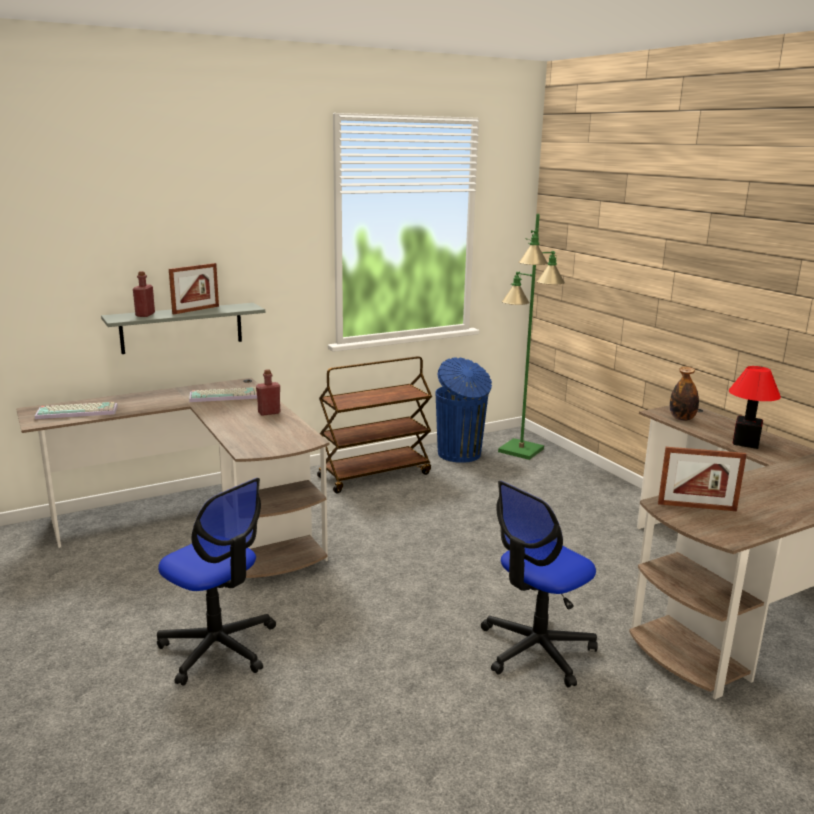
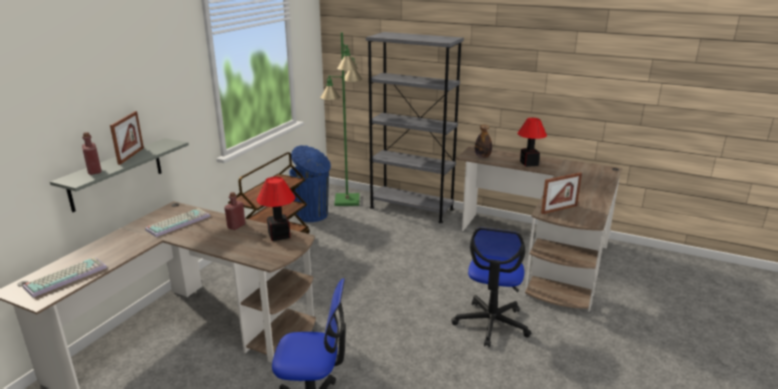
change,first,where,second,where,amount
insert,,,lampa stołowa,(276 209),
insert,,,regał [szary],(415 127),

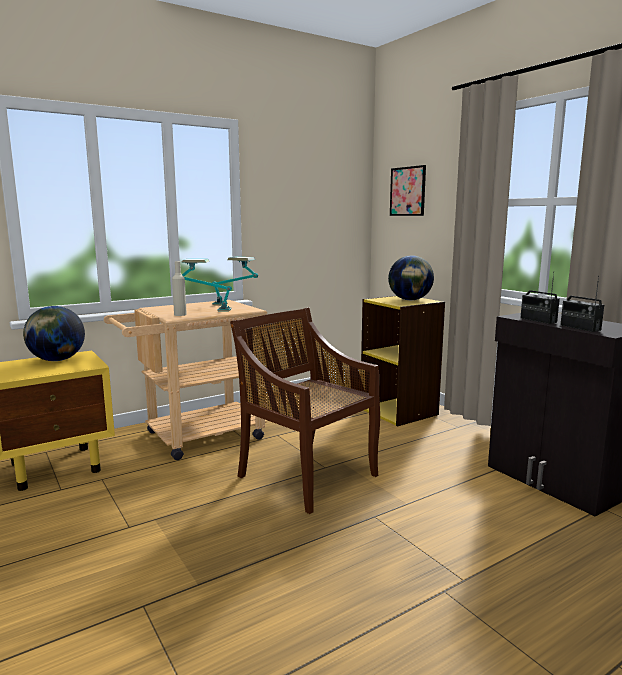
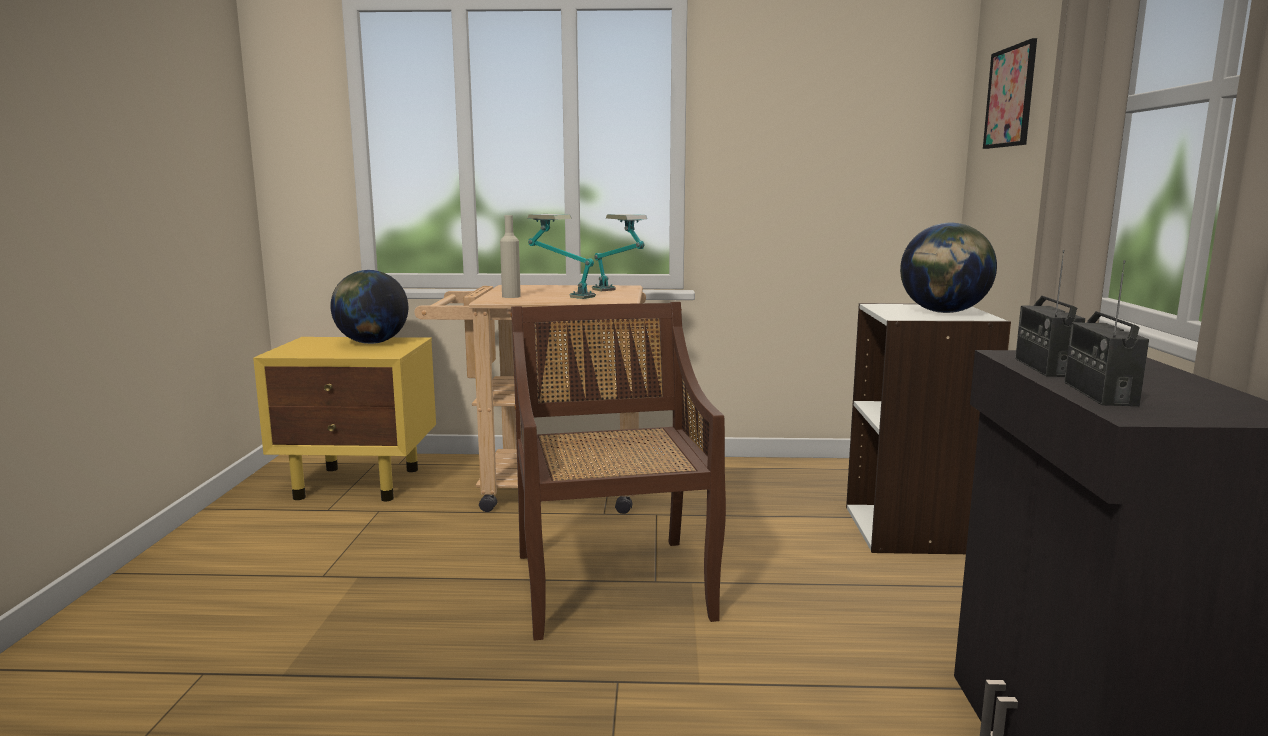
change,first,where,second,where,amount
recolor,regał [żółty],(403 361),regał [biały],(928 428),

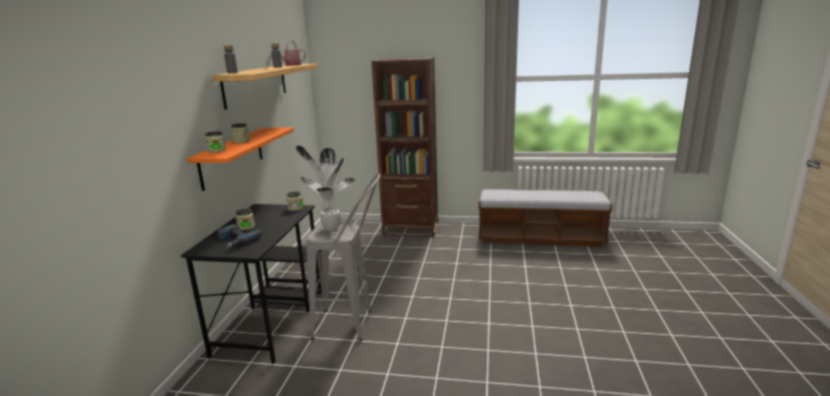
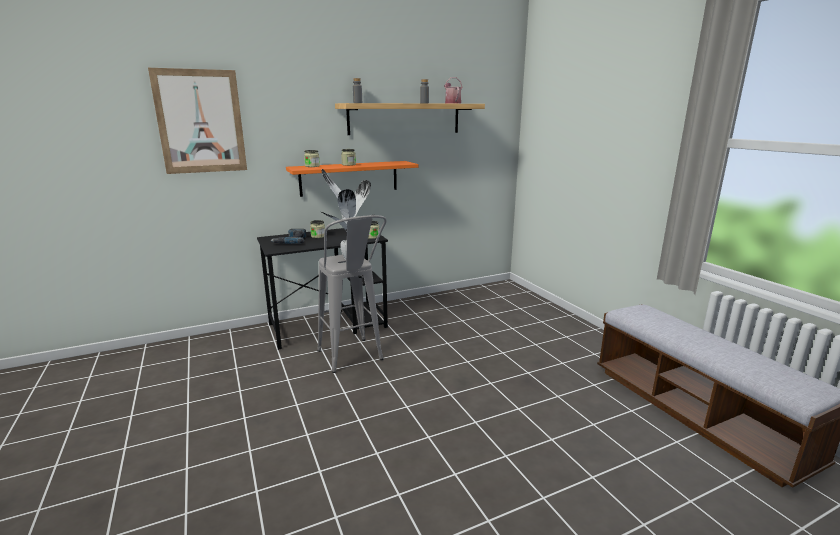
change,first,where,second,where,amount
delete,regał [brązowy],(404 147),,,
insert,,,obraz,(197 121),

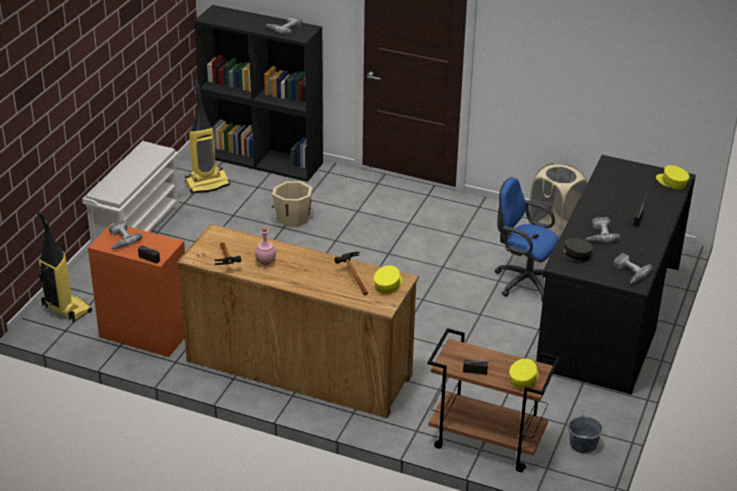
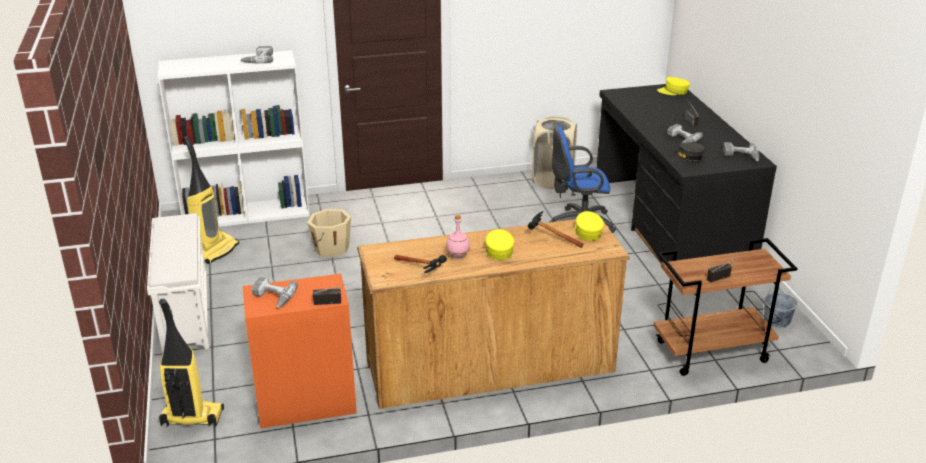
change,first,where,second,where,amount
recolor,regał [czarny],(258 93),regał [biały],(234 138),
move,czapka z daszkiem [żółty],(523 374),,(500 244),

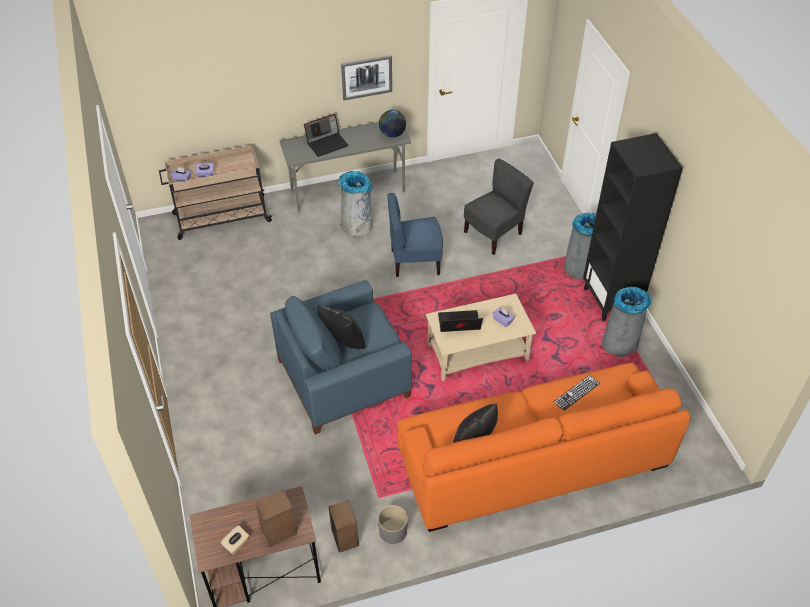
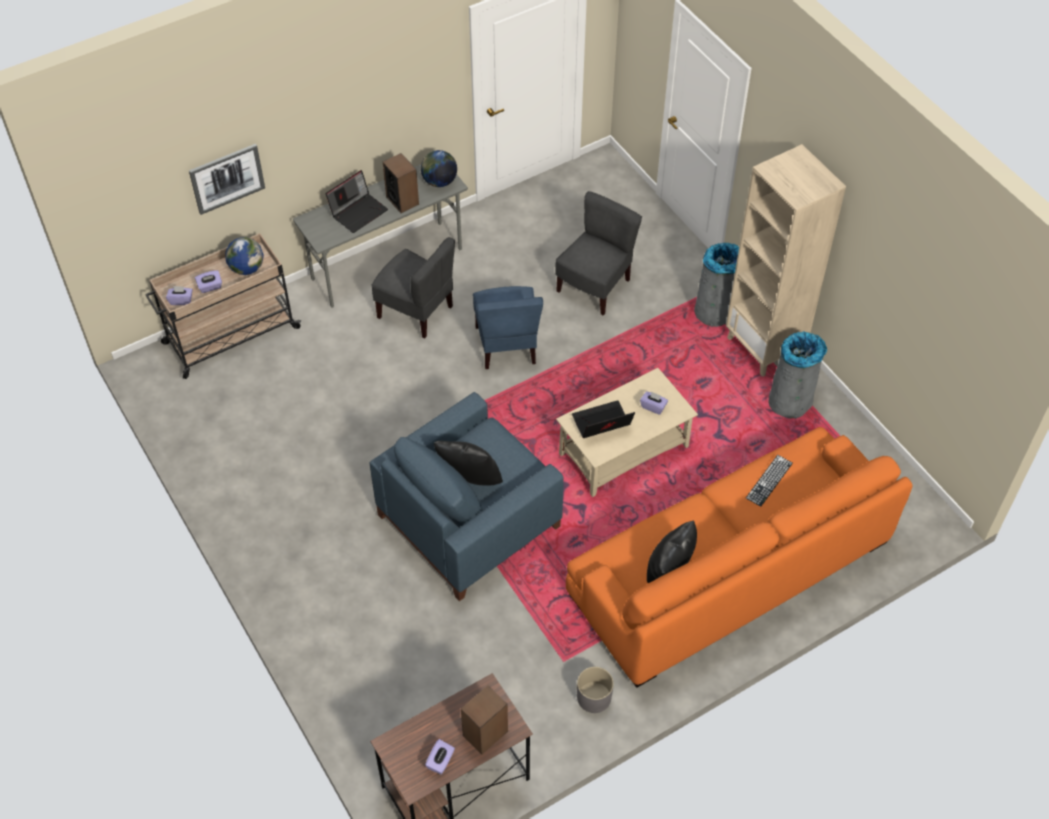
change,first,where,second,where,amount
recolor,pudełko chusteczek [beżowy],(235 539),pudełko chusteczek [fioletowy],(440 757),
move,głośnik,(343 526),,(401 183),
replace,kosz na śmieci [szary],(355 204),krzesło [szary],(413 287),
move,obraz,(366 77),,(227 179),
rotate,krzesło [niebieski],(415 235),,(508 327),75 degrees counterclockwise
recolor,regał [czarny],(633 227),regał [beżowy],(786 260),
insert,,,globus,(244 256),

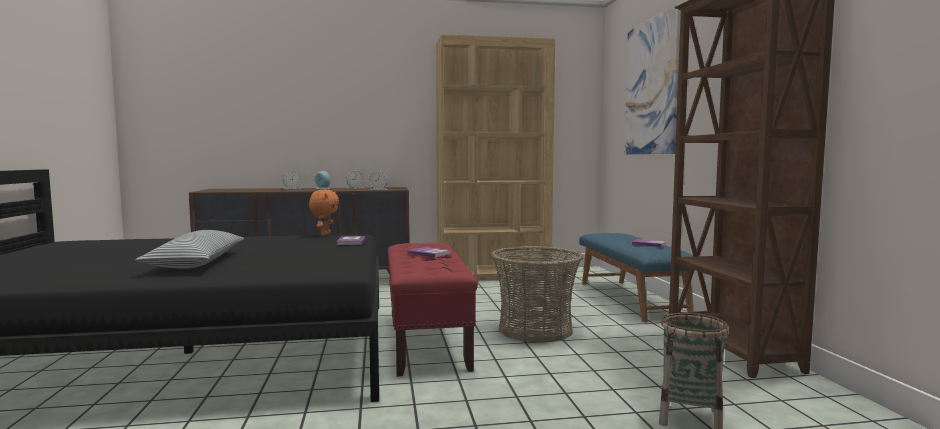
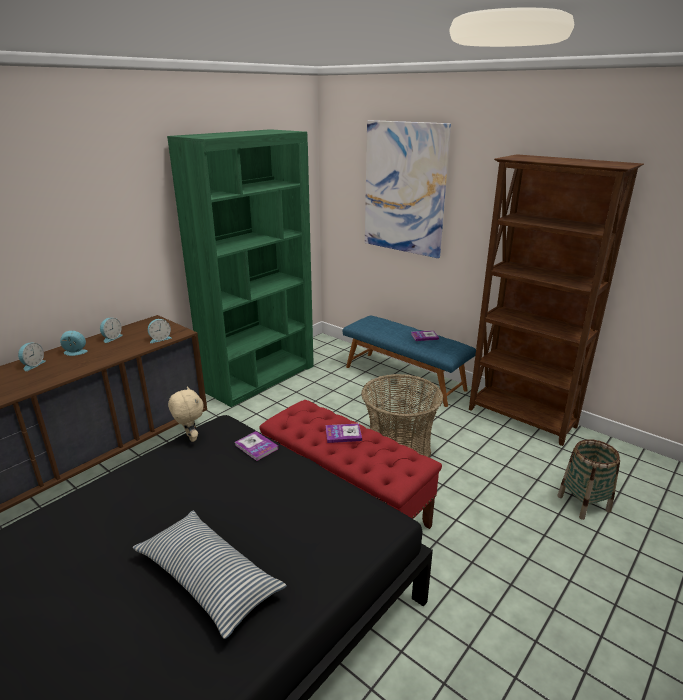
change,first,where,second,where,amount
recolor,pluszak [pomarańczowy],(324 212),pluszak [beżowy],(186 414),
recolor,regał [brązowy],(495 157),regał [zielony],(240 268),

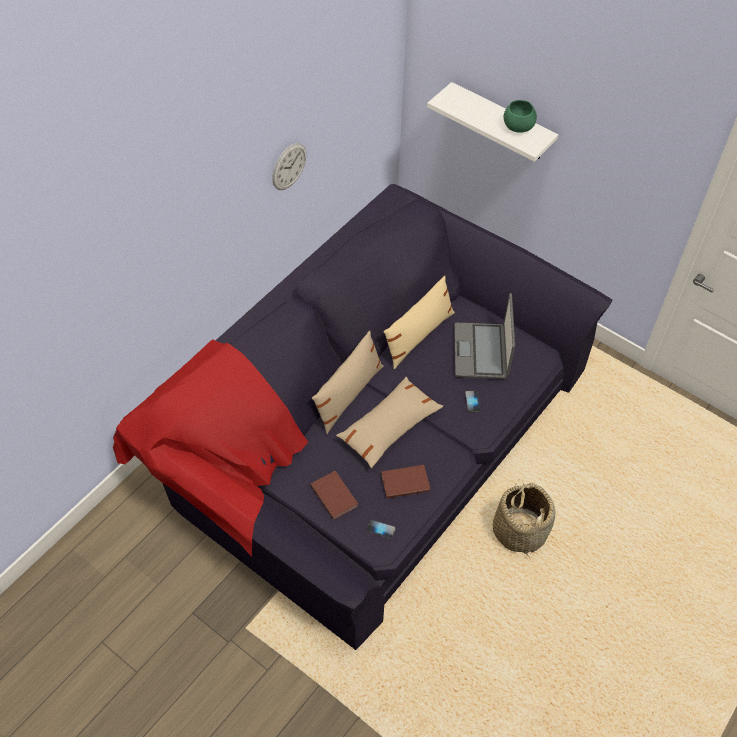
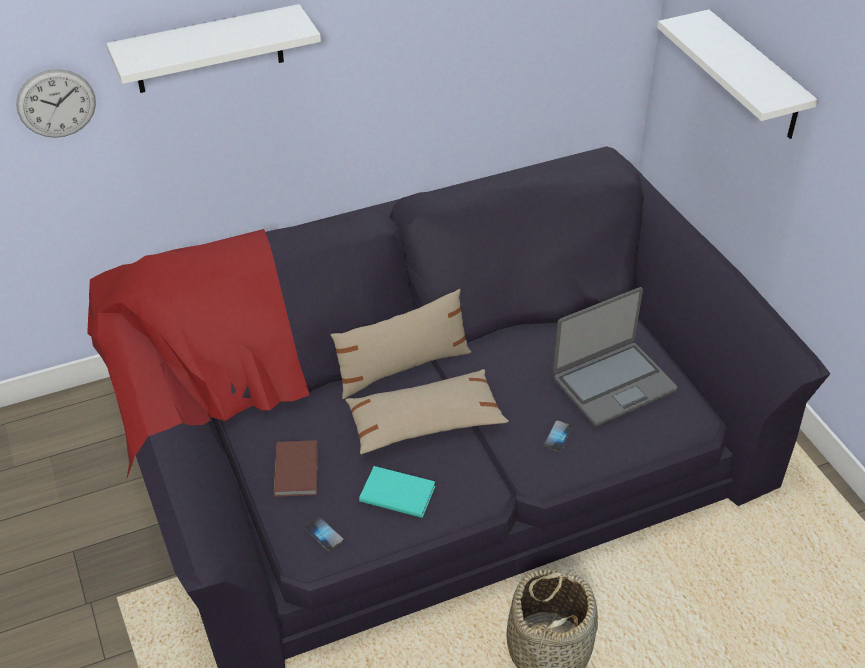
change,first,where,second,where,amount
move,zegar ścienny,(289 166),,(56 103),
recolor,książka [brązowy],(406 481),książka [turkusowy],(397 492),
delete,poduszka [beżowy],(419 322),,,
rotate,laptop,(484 336),,(615 356),150 degrees counterclockwise
delete,miska [zielony],(520 116),,,
insert,,,półka [biały],(213 48),

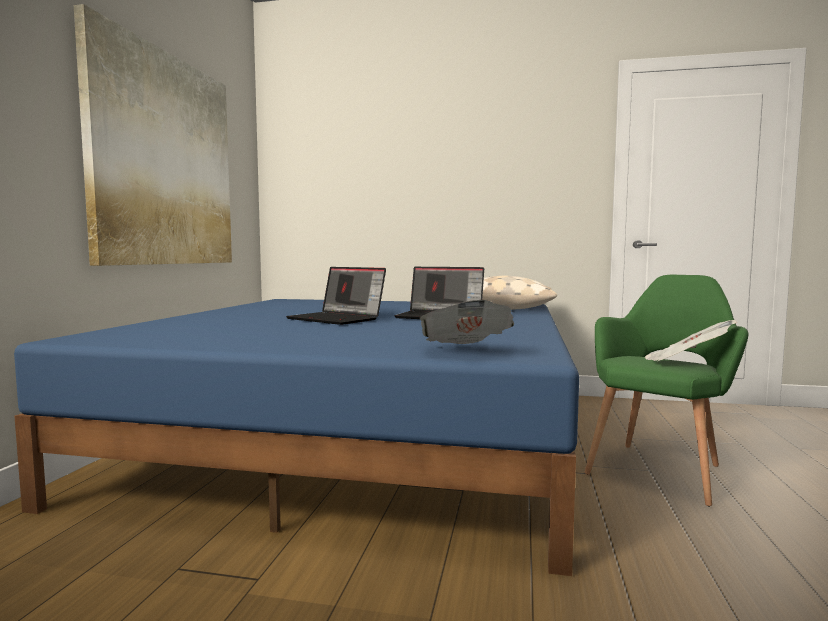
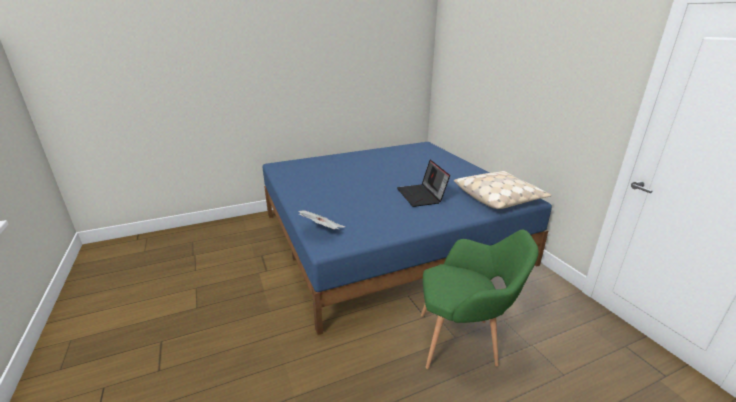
change,first,where,second,where,amount
delete,obraz,(153 135),,,
delete,laptop,(336 296),,,
delete,gazeta,(690 340),,,

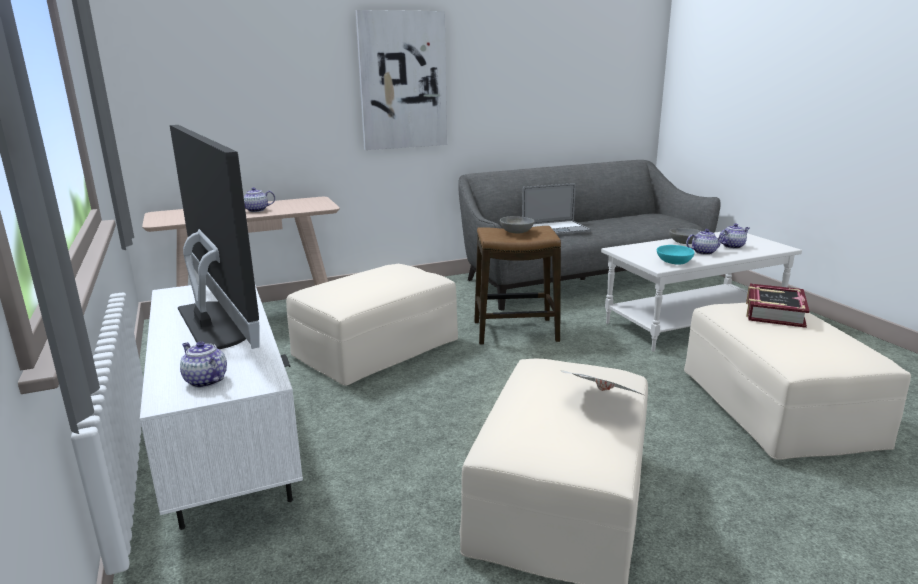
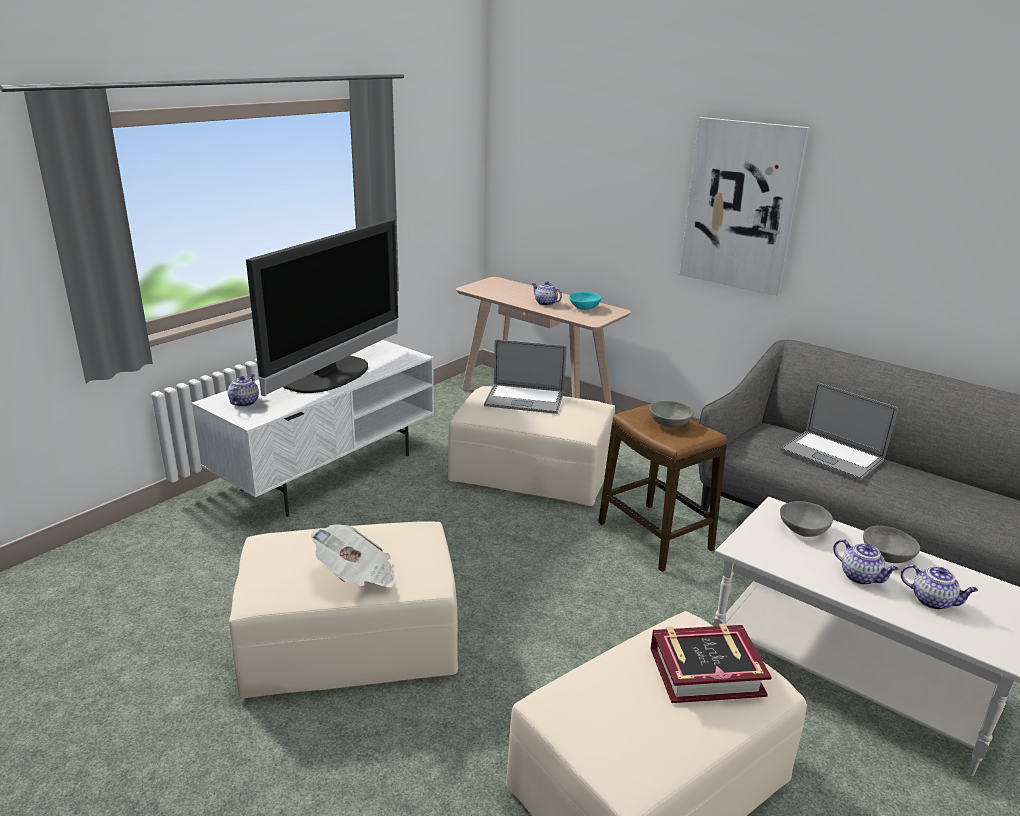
change,first,where,second,where,amount
move,miska [turkusowy],(676 255),,(585 301),
insert,,,laptop,(525 376),
insert,,,miska [szary],(806 519),

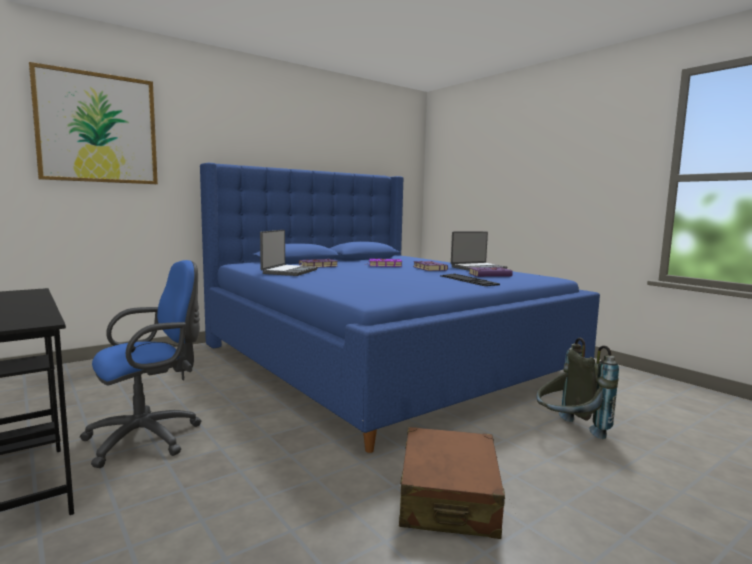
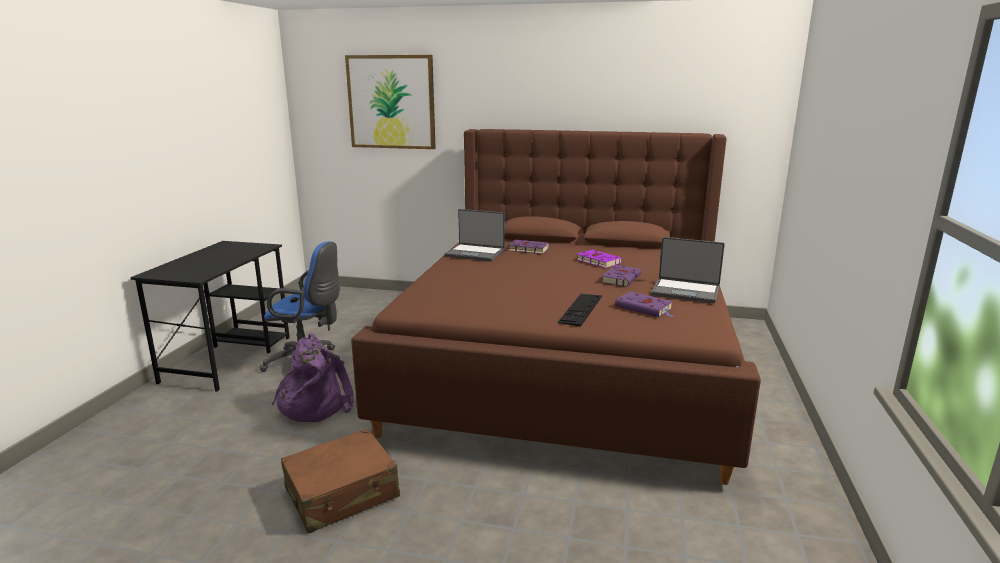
change,first,where,second,where,amount
recolor,łóżko [niebieski],(400 308),łóżko [brązowy],(556 307),
rotate,laptop,(289 253),,(474 235),45 degrees clockwise
delete,plecak [szary],(577 388),,,
insert,,,plecak [fioletowy],(313 377),

